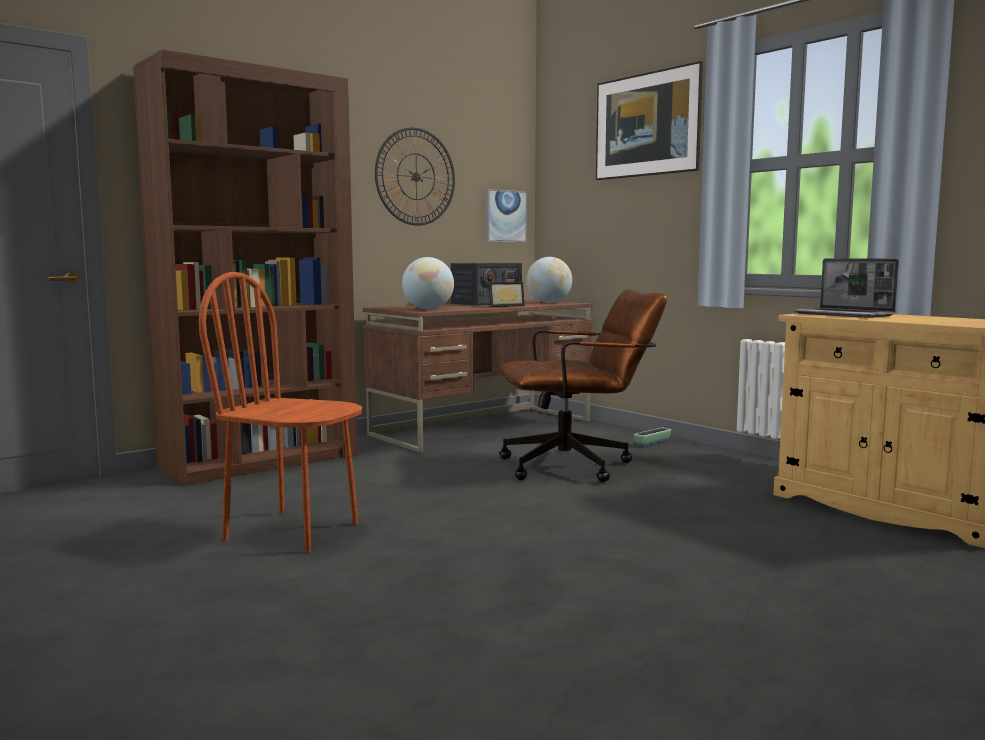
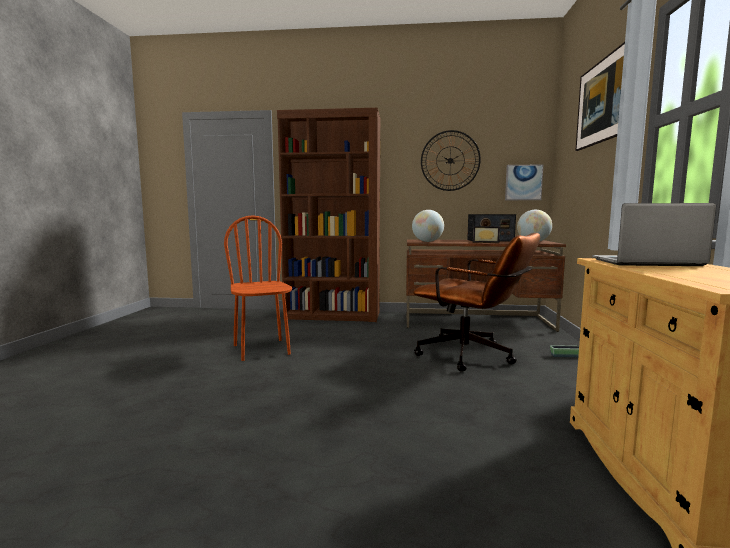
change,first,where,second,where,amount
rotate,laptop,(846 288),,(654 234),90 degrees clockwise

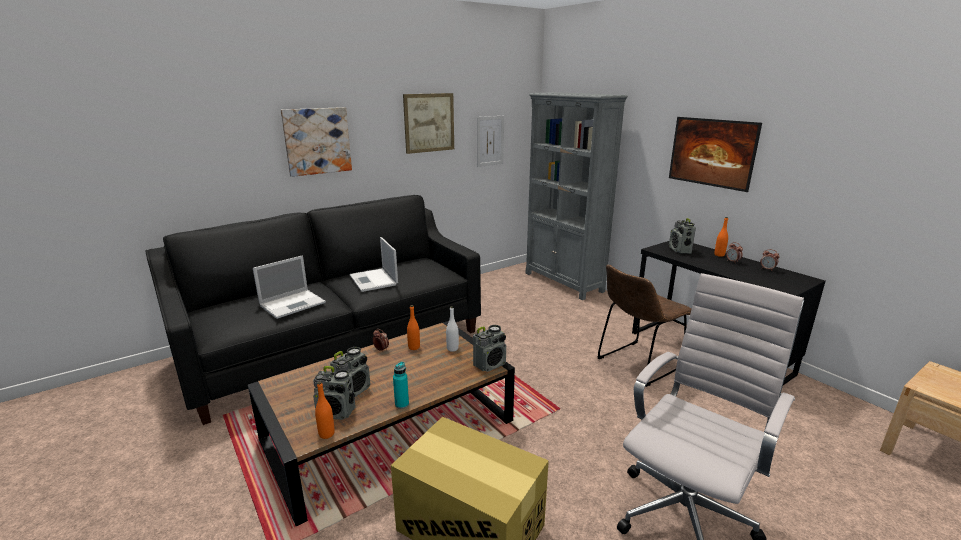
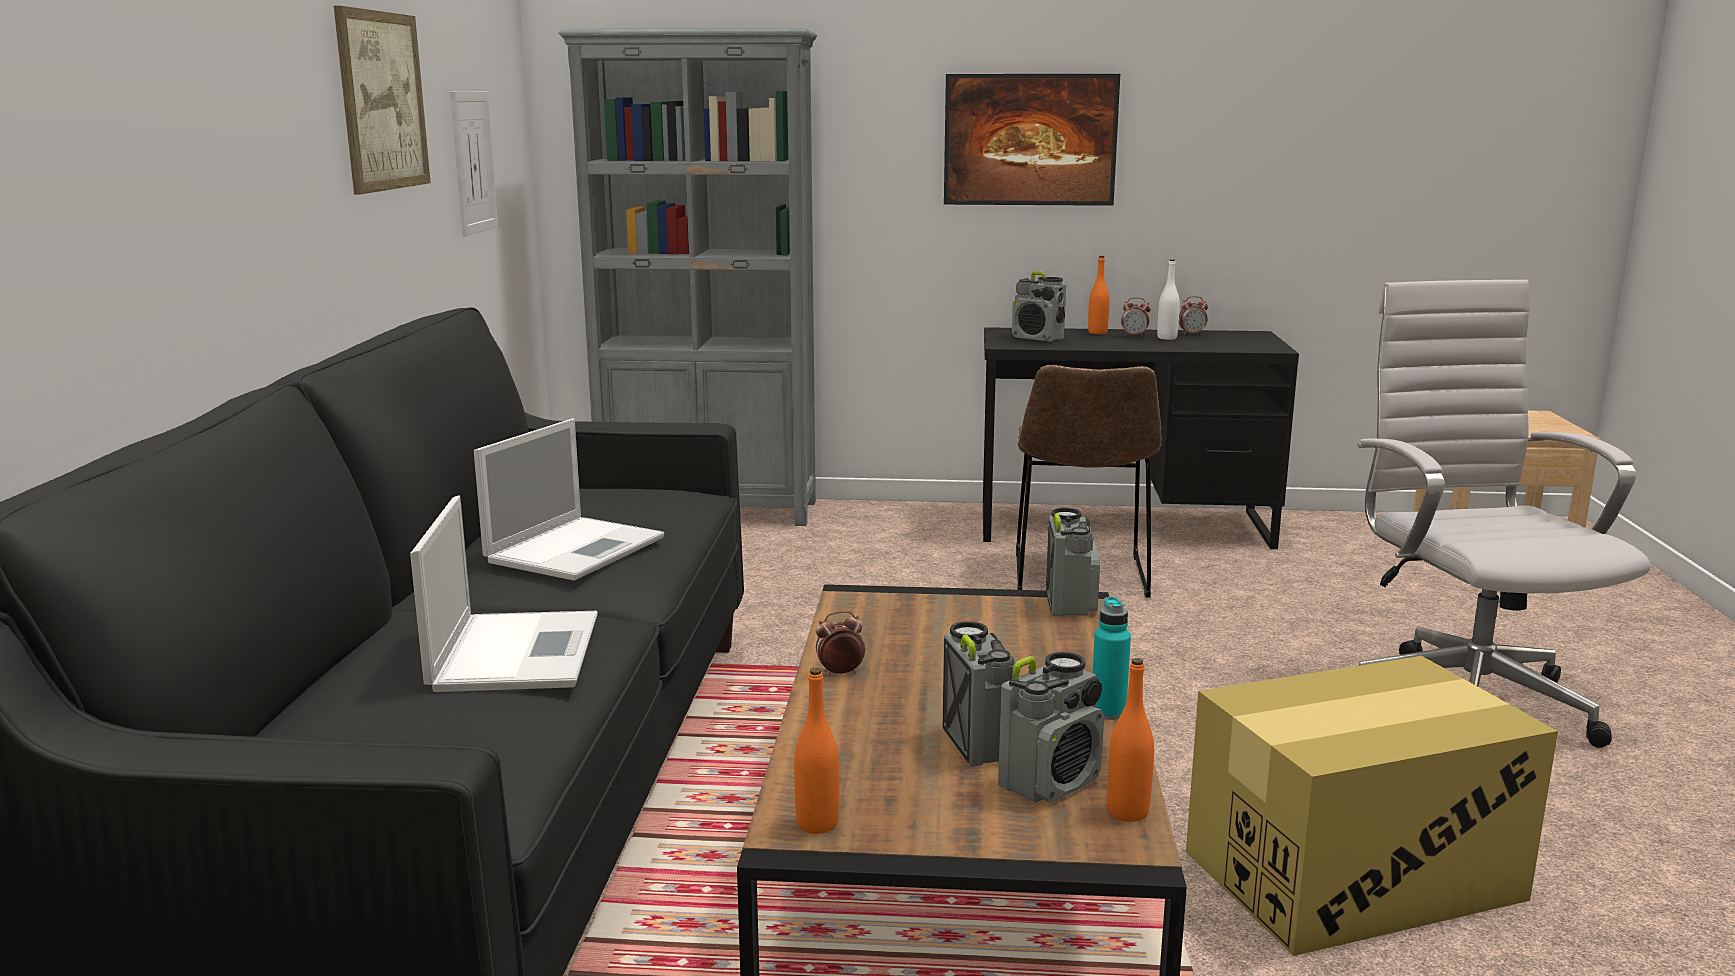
change,first,where,second,where,amount
delete,obraz,(316 142),,,
rotate,laptop,(374 264),,(569 499),75 degrees counterclockwise
move,butelka [pomarańczowy],(413 327),,(816 751),
move,butelka [biały],(452 329),,(1168 299),

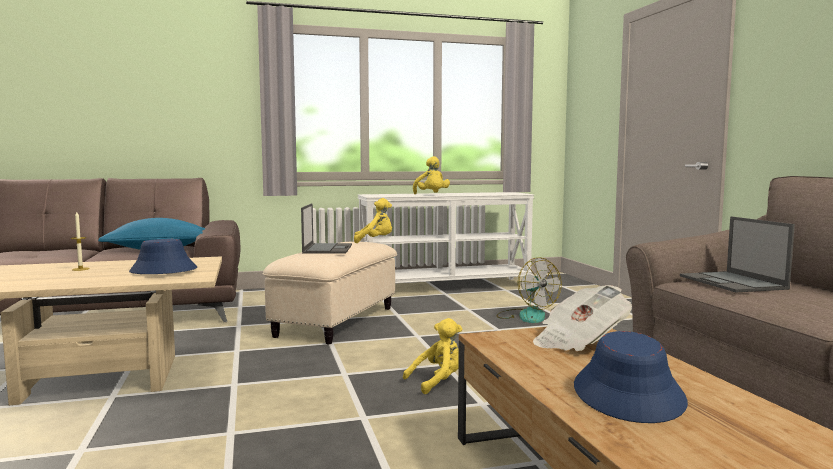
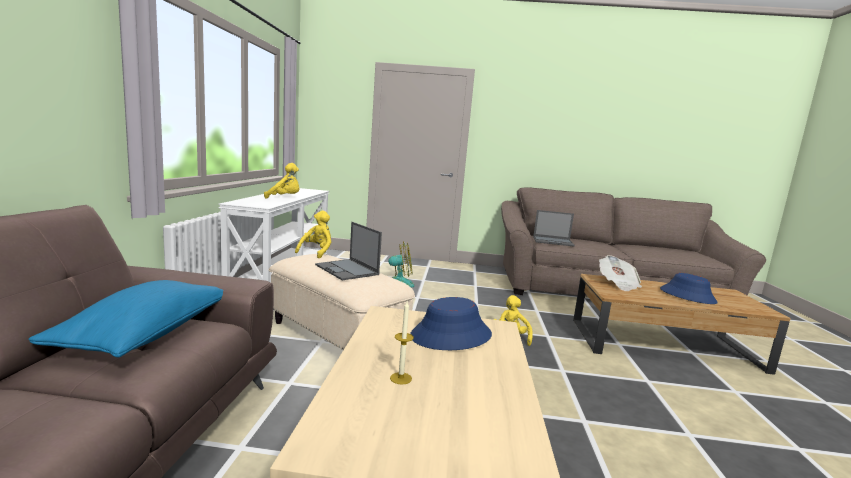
change,first,where,second,where,amount
rotate,laptop,(326 228),,(348 251),150 degrees counterclockwise

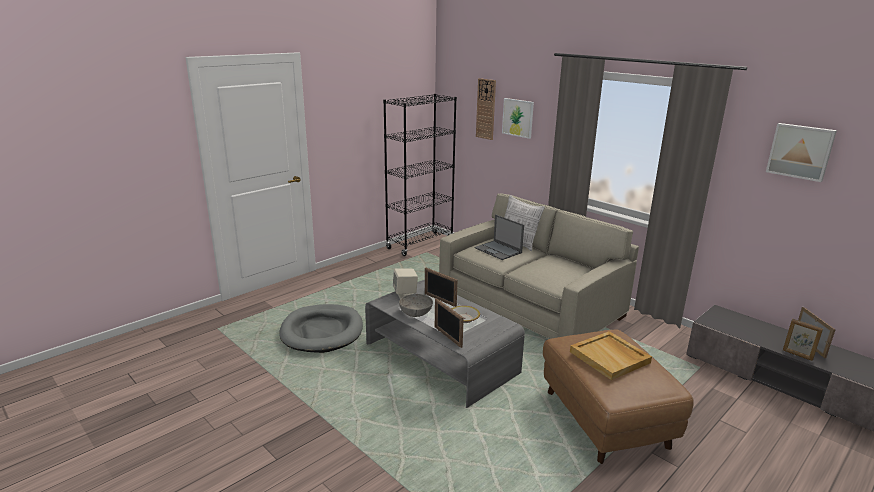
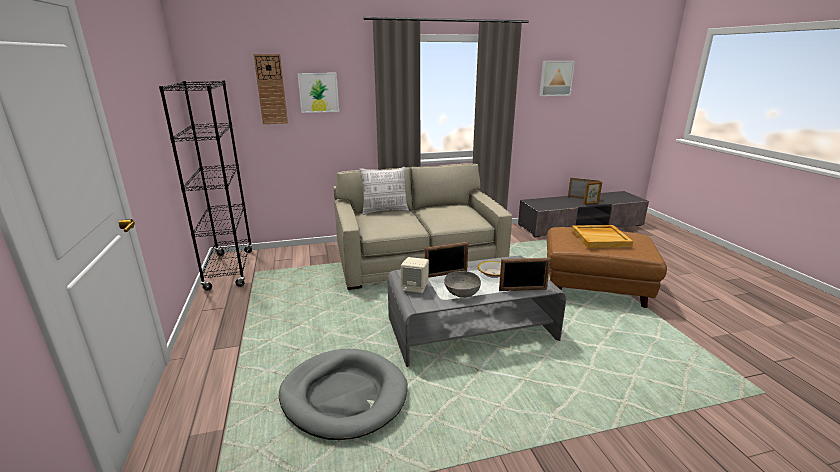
change,first,where,second,where,amount
delete,laptop,(499 237),,,

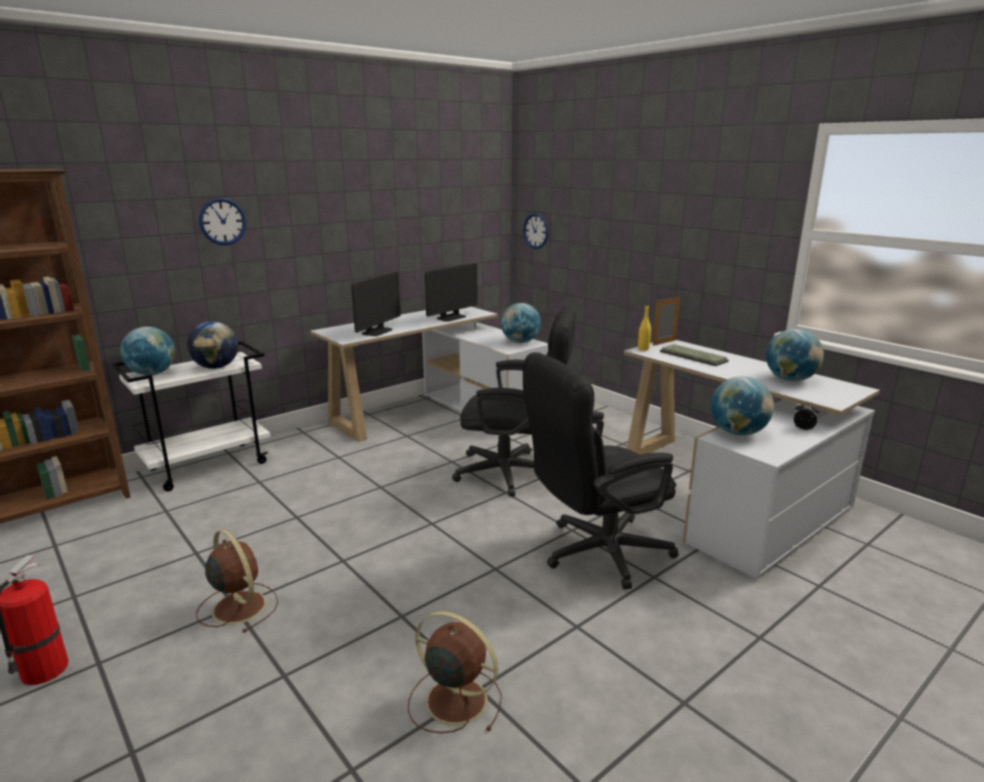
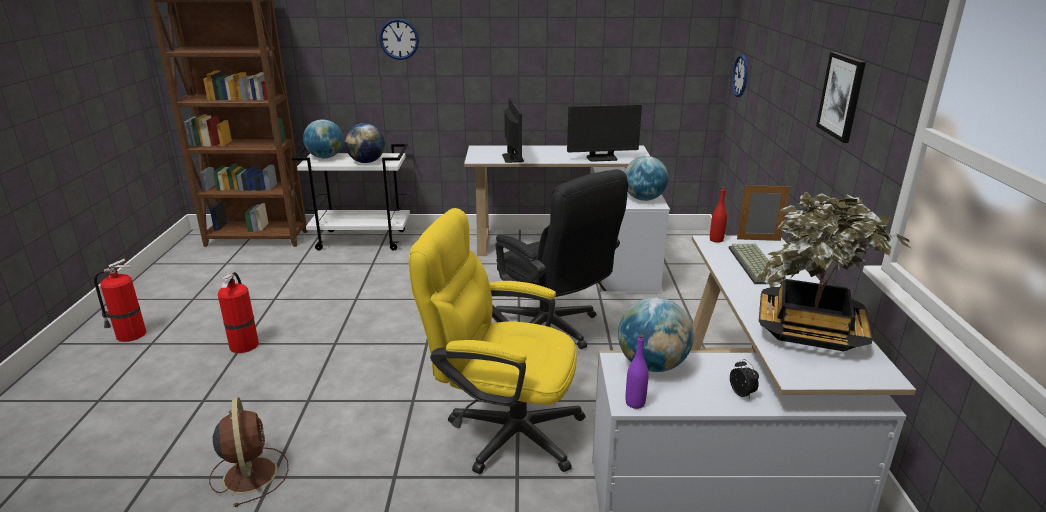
change,first,where,second,where,amount
replace,wentylator [brązowy],(237 581),gaśnica,(238 312),
rotate,monitor,(376 304),,(513 130),75 degrees counterclockwise
recolor,krzesło biurowe [czarny],(600 470),krzesło biurowe [żółty],(497 341),
recolor,butelka [żółty],(644 328),butelka [czerwony],(718 215),
replace,globus,(795 355),roślina doniczkowa,(834 272),
insert,,,butelka [fioletowy],(637 371),
insert,,,obraz,(841 97),

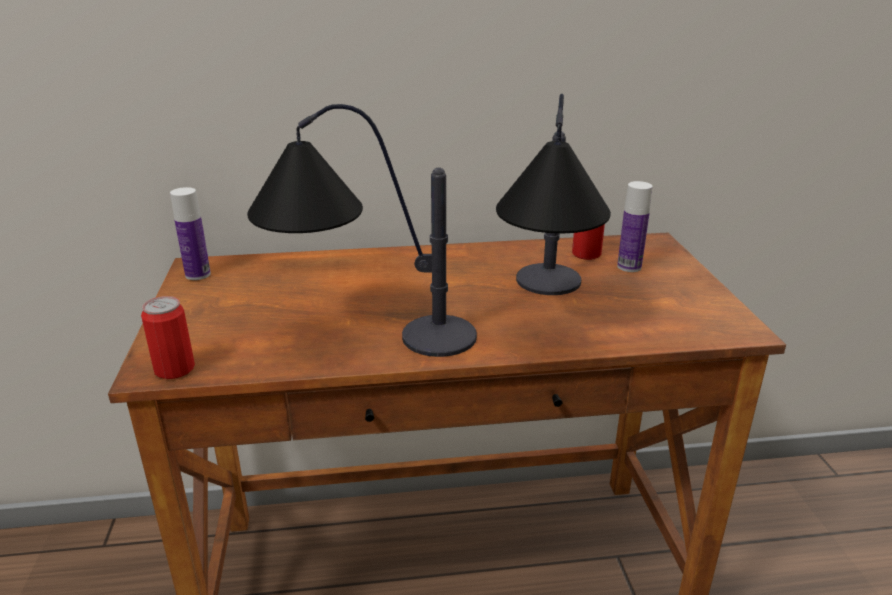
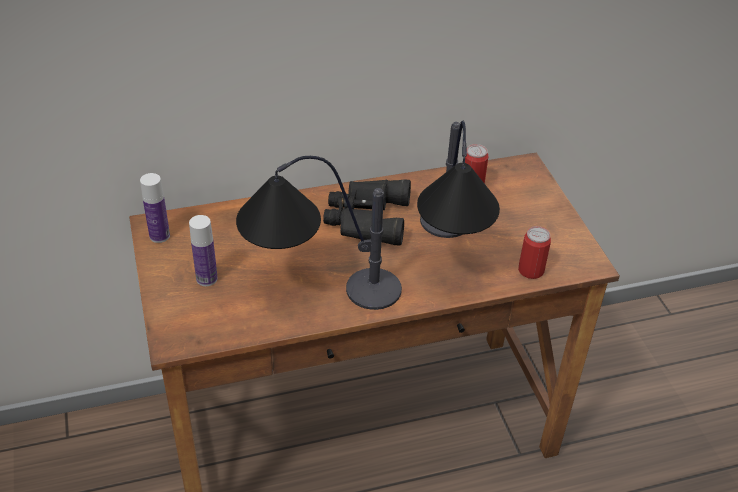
change,first,where,second,where,amount
move,puszka,(168 337),,(534 252),
move,butelka,(635 226),,(203 250),
insert,,,lornetka [czarny],(367 212),

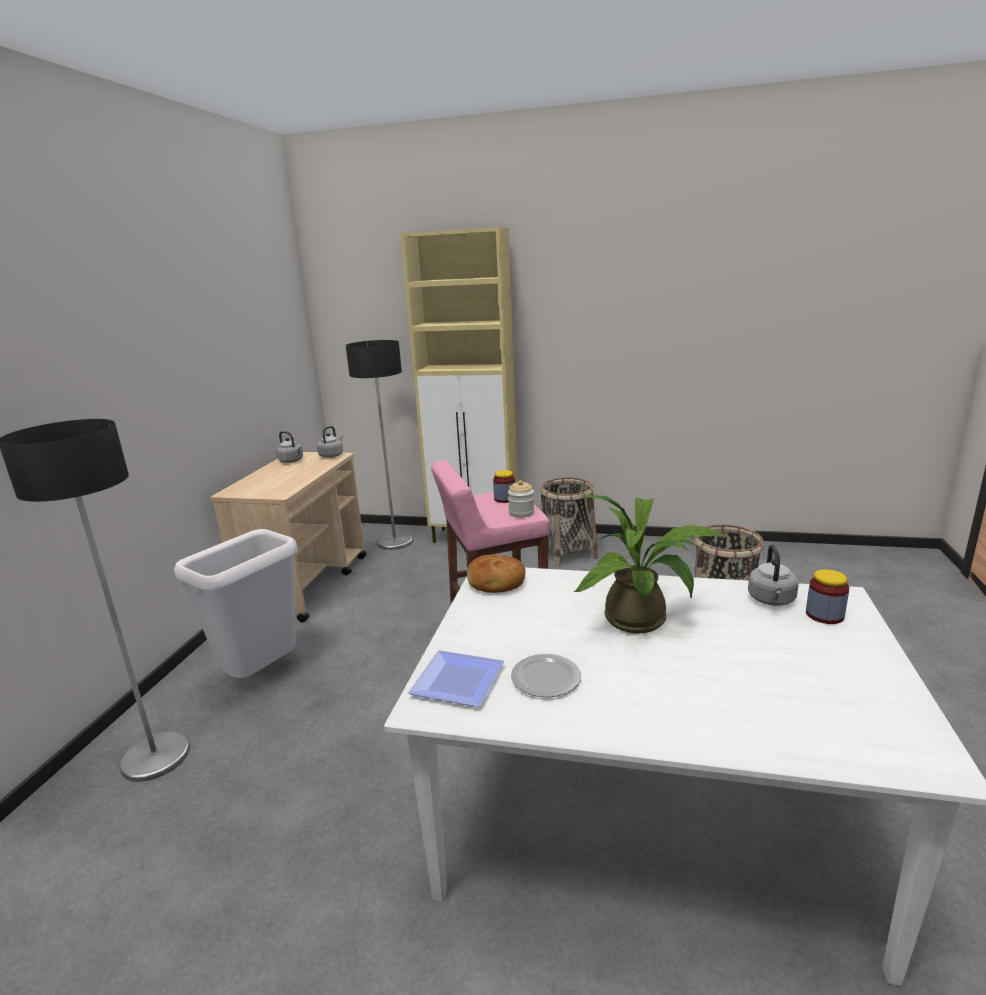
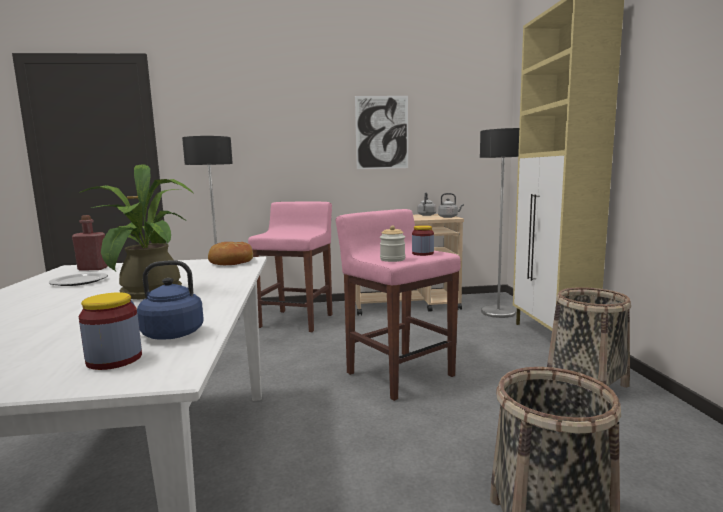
change,first,where,second,where,amount
replace,kosz na śmieci [biały],(236 603),stołek [różowy],(290 267),
replace,talerz,(456 678),butelka [czerwony],(90 243),
recolor,czajnik [szary],(773 575),czajnik [niebieski],(167 300),
insert,,,obraz,(381 132),

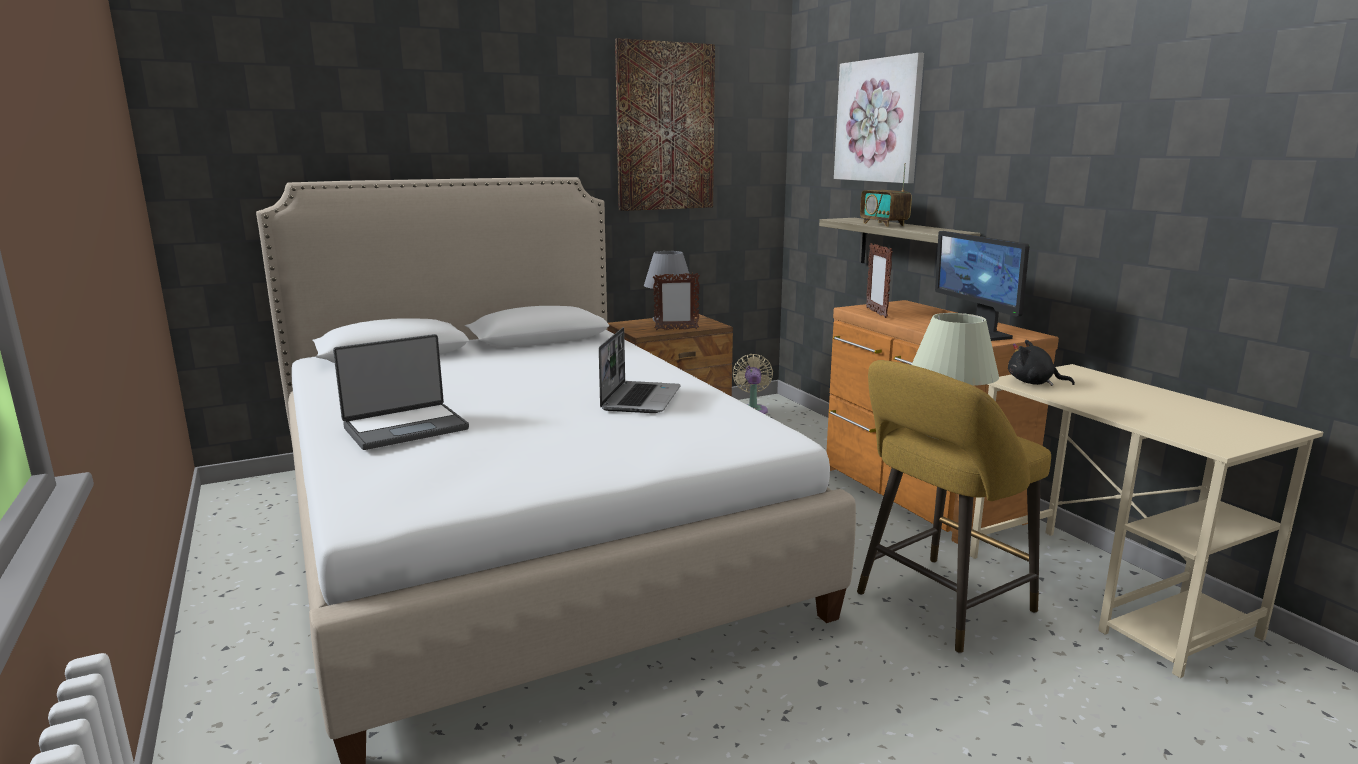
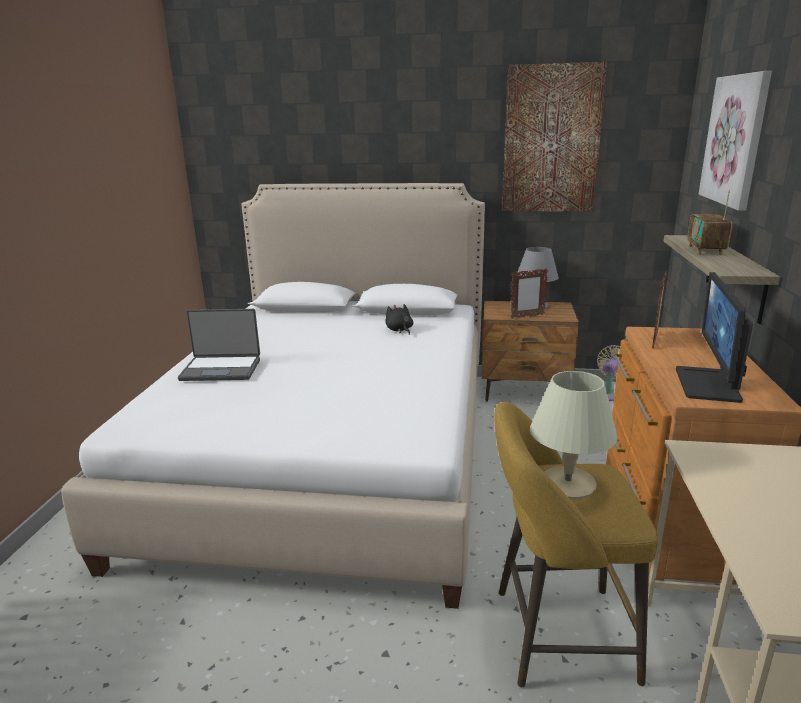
change,first,where,second,where,amount
delete,laptop,(640 370),,,
rotate,ramka na zdjęcie,(676 301),,(529 293),45 degrees counterclockwise
move,pluszak [czarny],(1041 363),,(399 319),

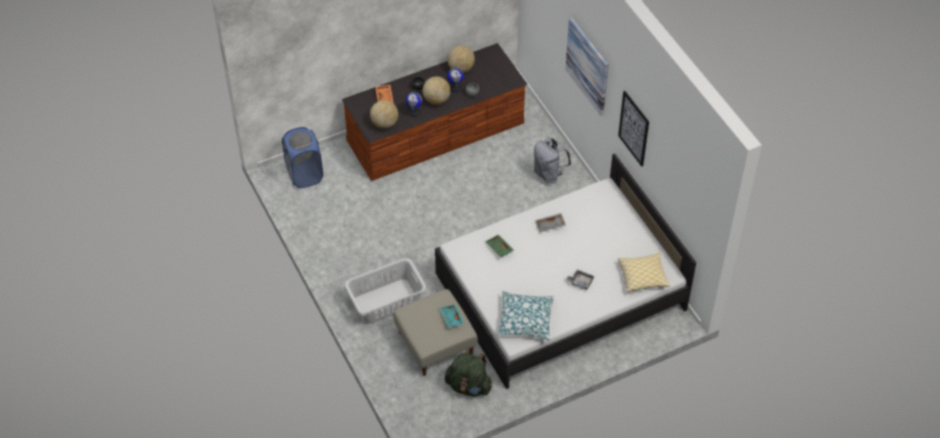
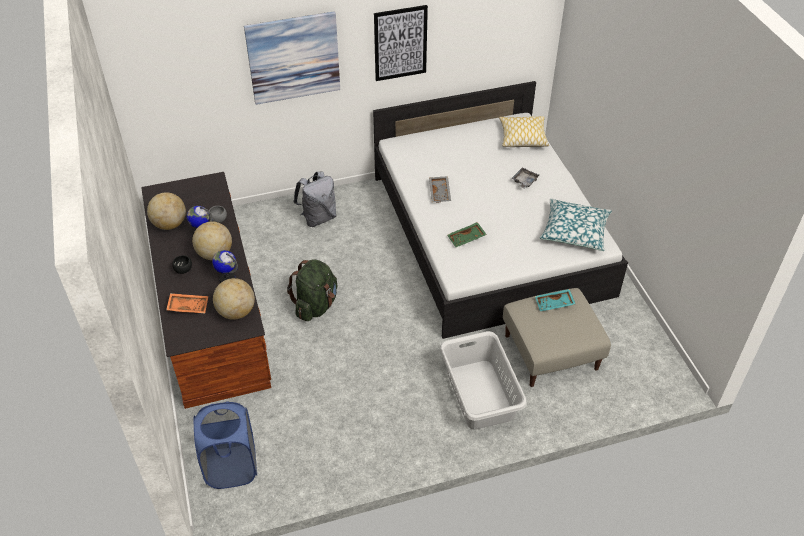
change,first,where,second,where,amount
move,plecak [zielony],(468 373),,(312 290),

